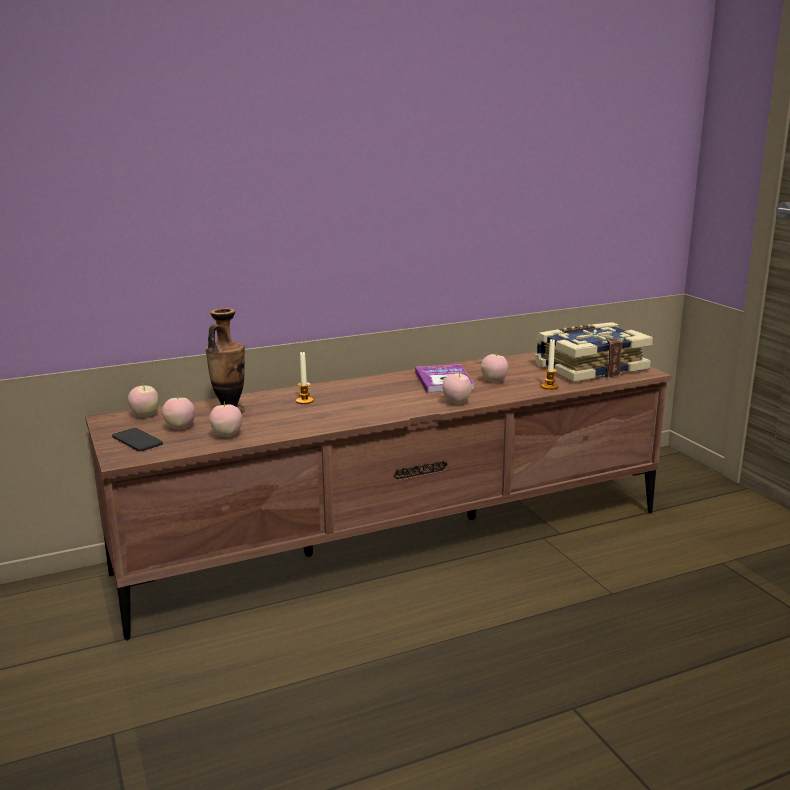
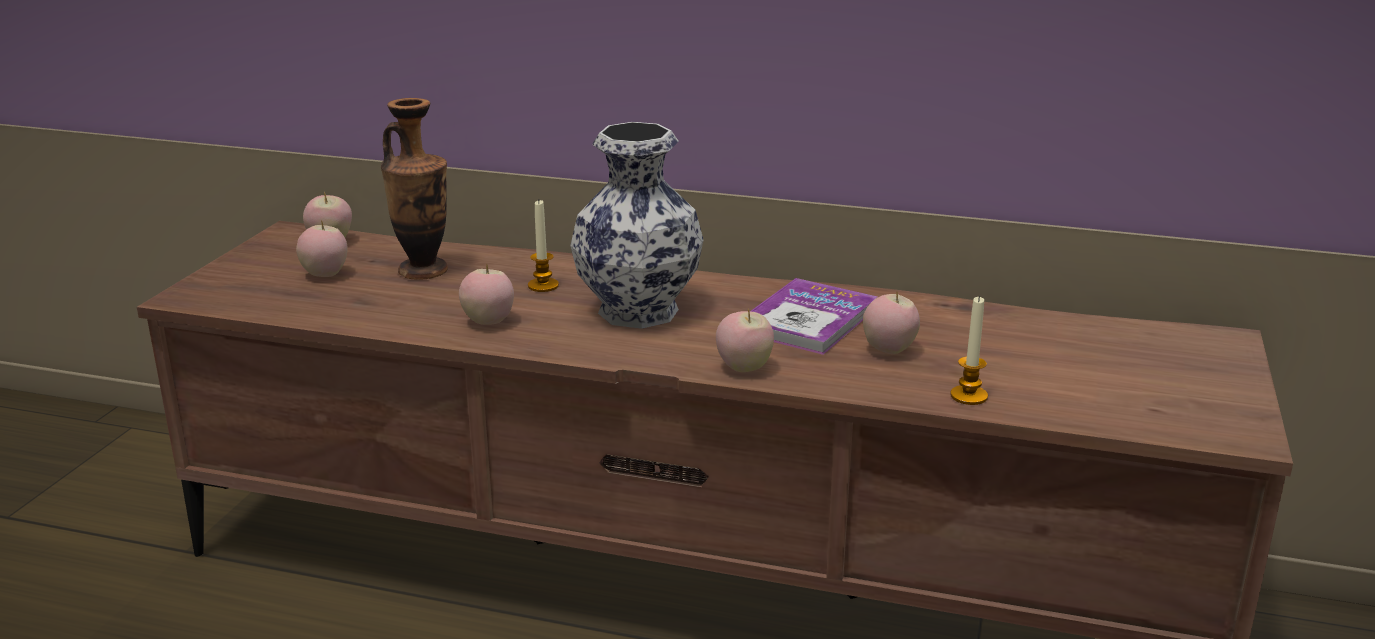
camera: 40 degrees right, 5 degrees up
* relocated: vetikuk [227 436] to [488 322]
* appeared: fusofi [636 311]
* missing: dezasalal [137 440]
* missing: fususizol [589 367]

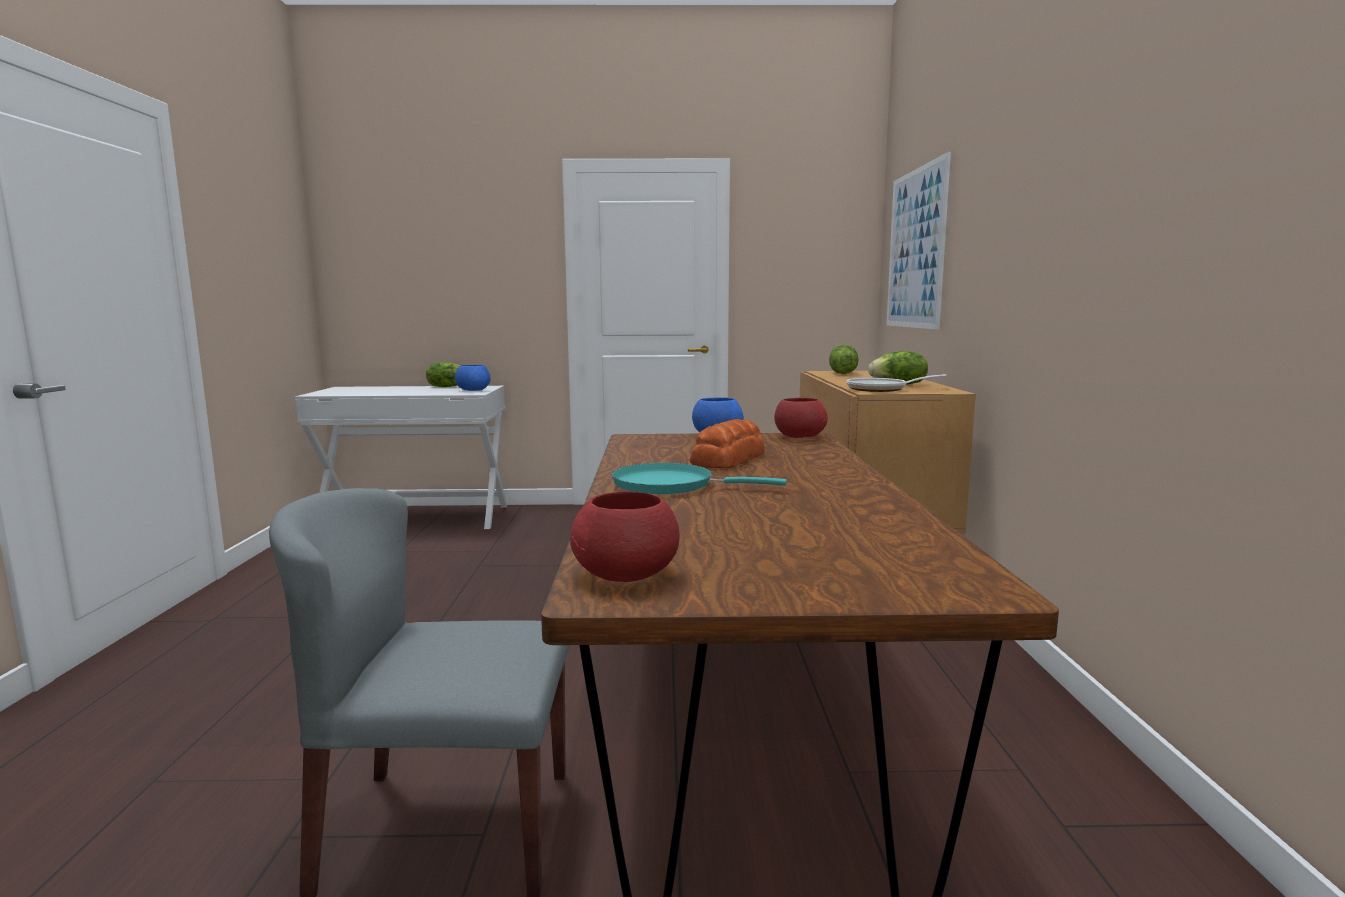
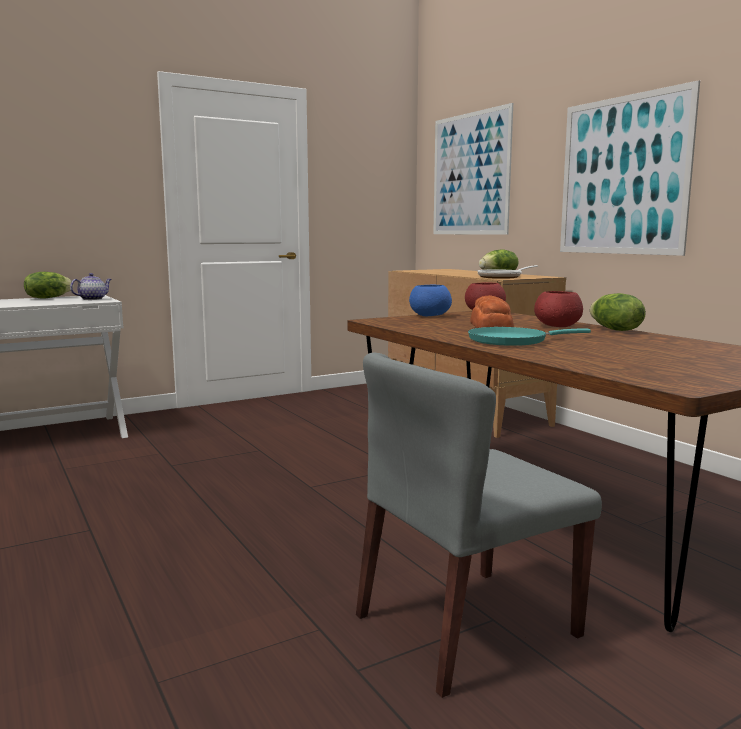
camera: 30 degrees left, 0 degrees up
* exchanged: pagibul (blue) [473 390] to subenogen [93 299]
* relocated: pagibul (red) [627 575] to [558 326]
* appeared: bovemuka [622 176]
* relocated: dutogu [841 373] to [614 330]

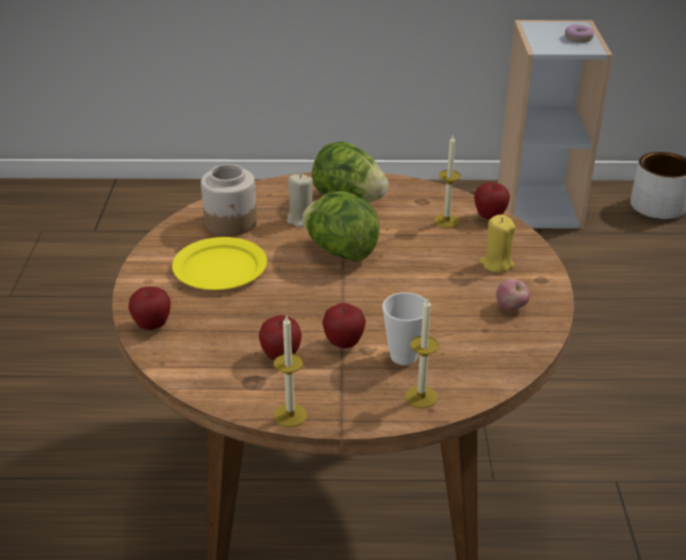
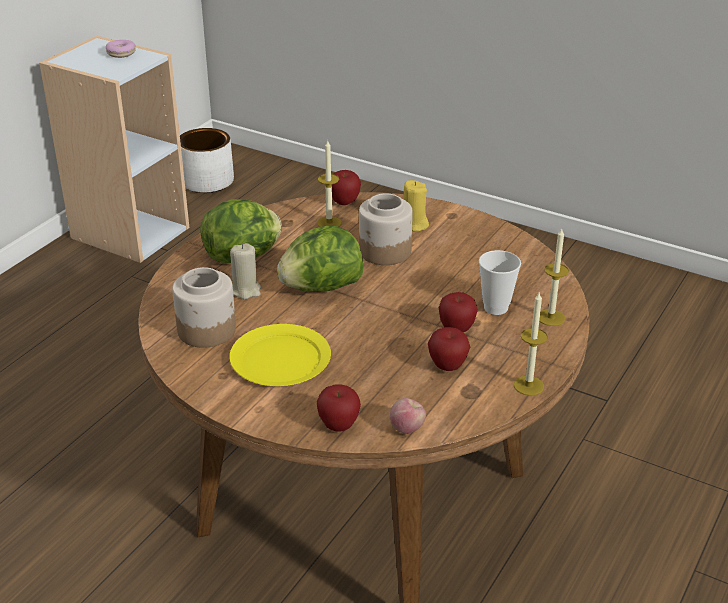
camera: 60 degrees left, 0 degrees up
* appeared: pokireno [385 252]
* relocated: vetikuk [511 307] to [407 428]

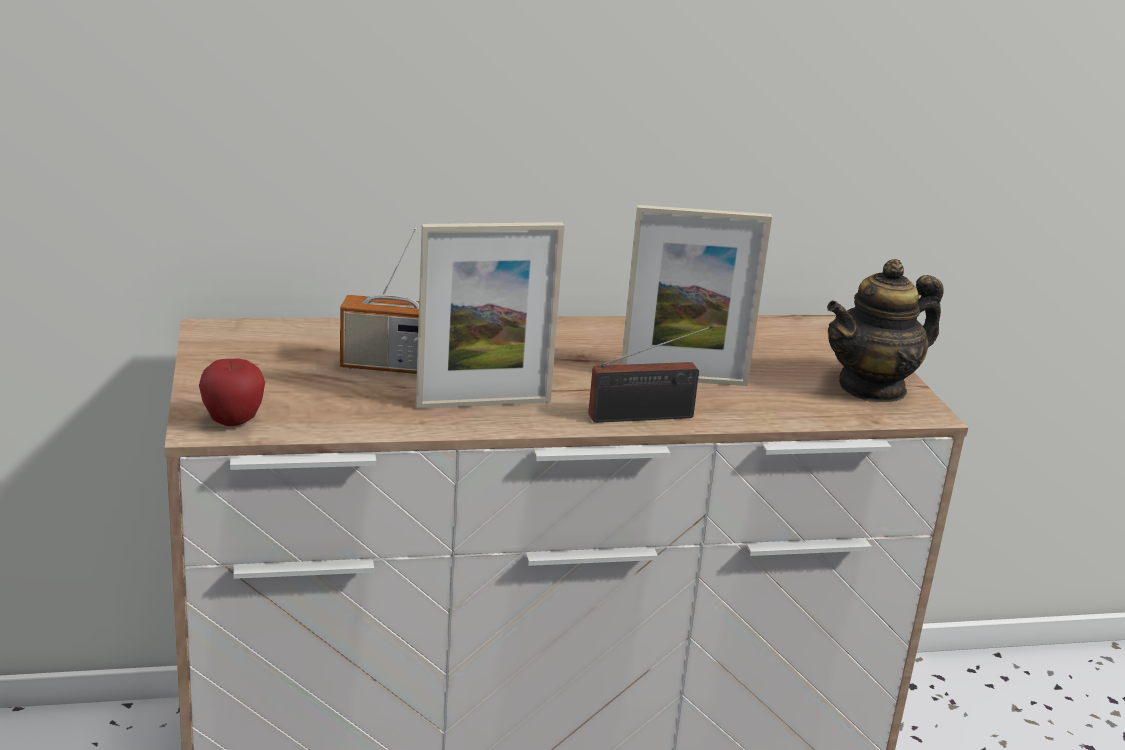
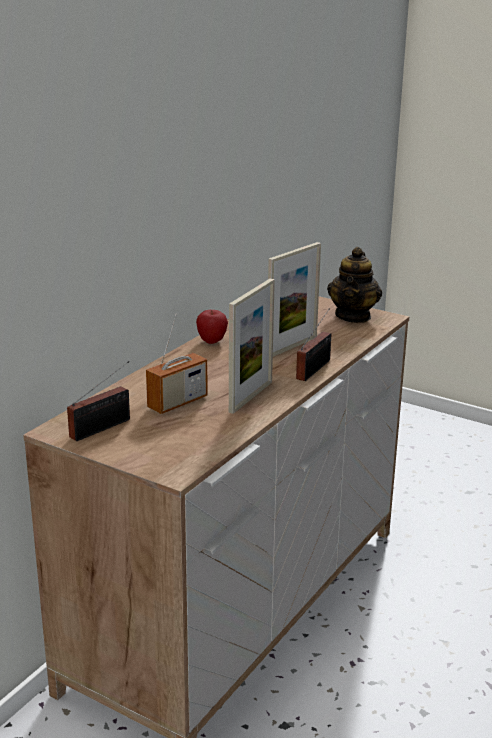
camera: 45 degrees left, 0 degrees up
* appeared: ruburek [104 427]
* relocated: vetikuk [233 422] to [212 341]

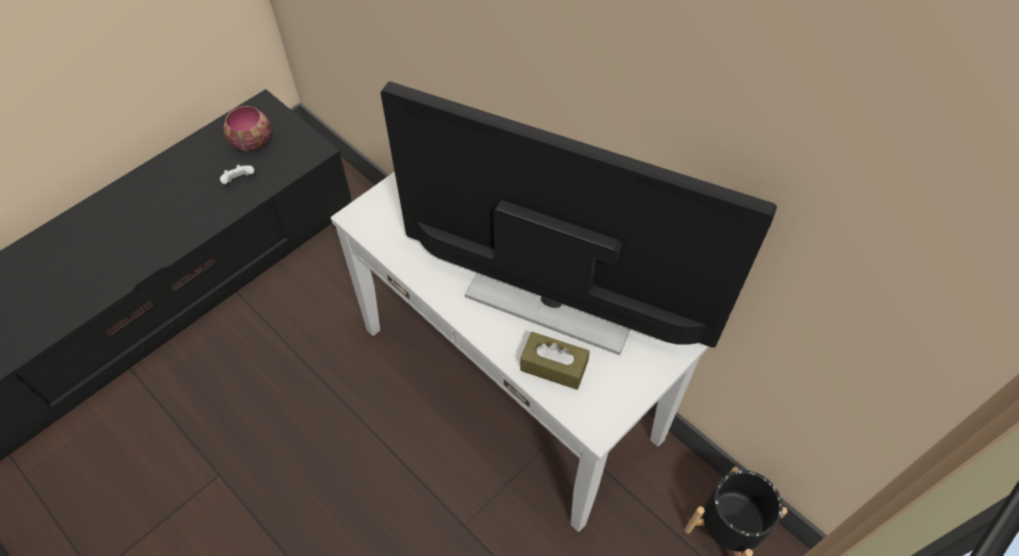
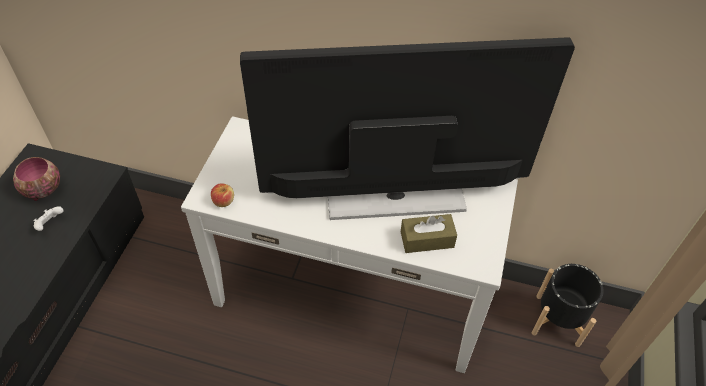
camera: 30 degrees left, 5 degrees down
* appeared: vetikuk [223 201]

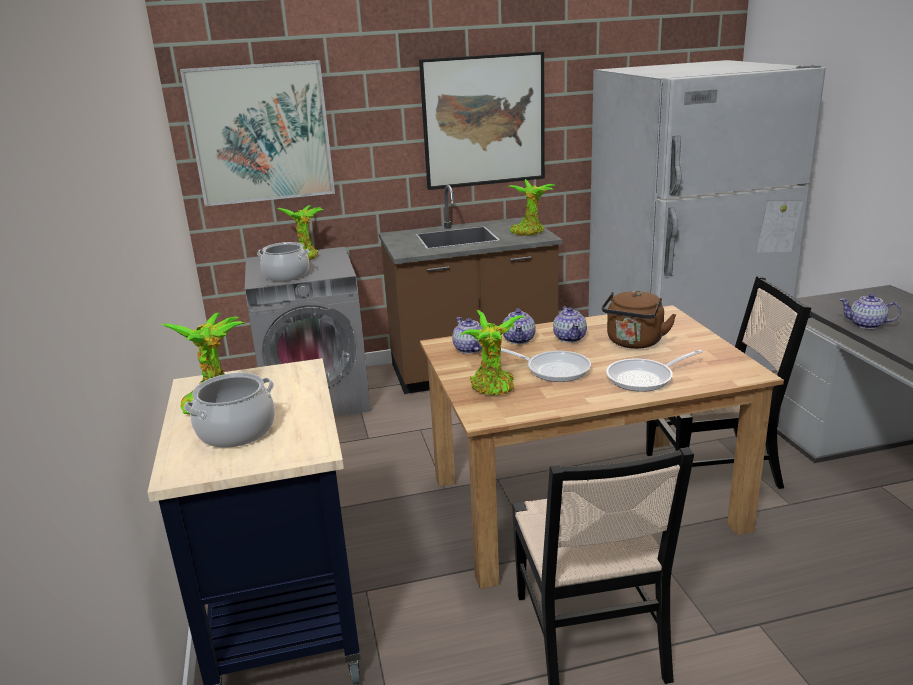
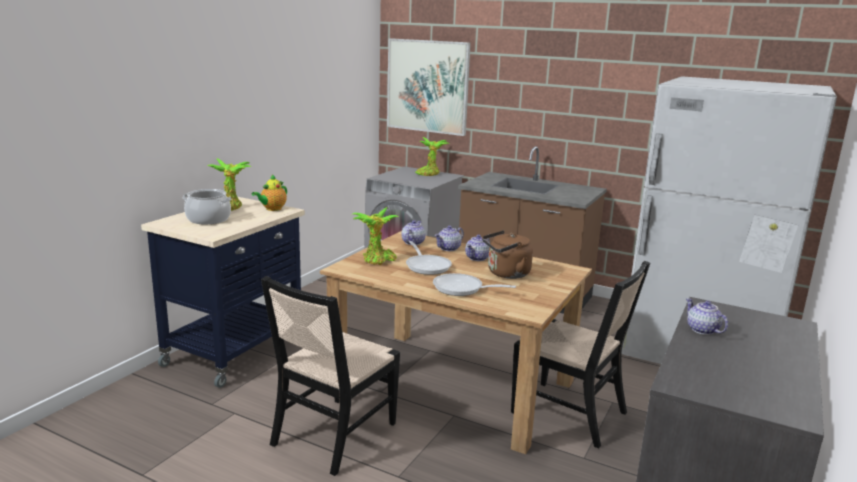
camera: 40 degrees right, 5 degrees down
* appeared: subenogen [272 209]
* missing: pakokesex [286 275]
* missing: bovemuka [483 121]
* missing: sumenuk [529 232]

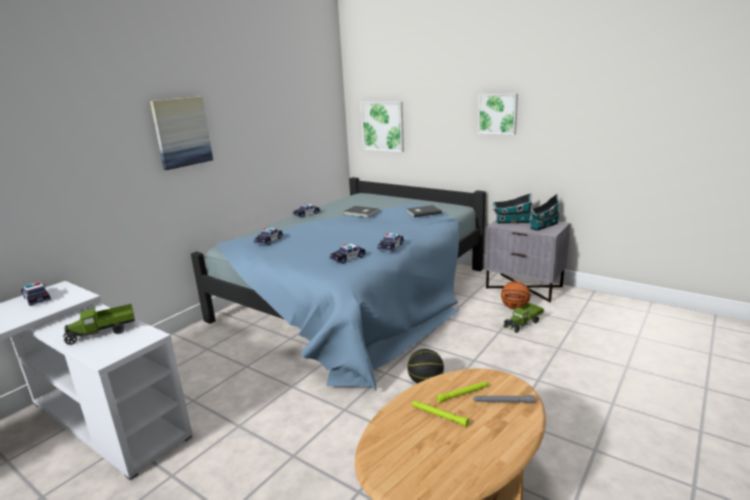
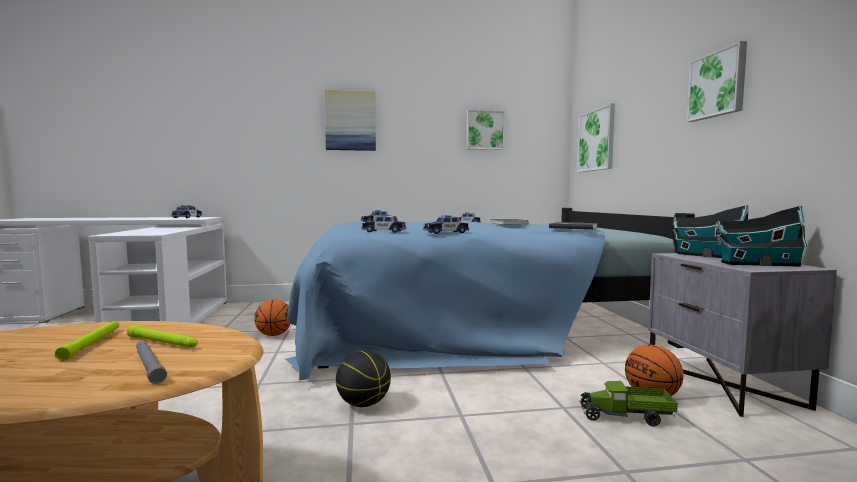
camera: 45 degrees right, 15 degrees down
* appeared: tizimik [274 335]
* appeared: bovemuka [485 130]
* missing: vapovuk [102 332]

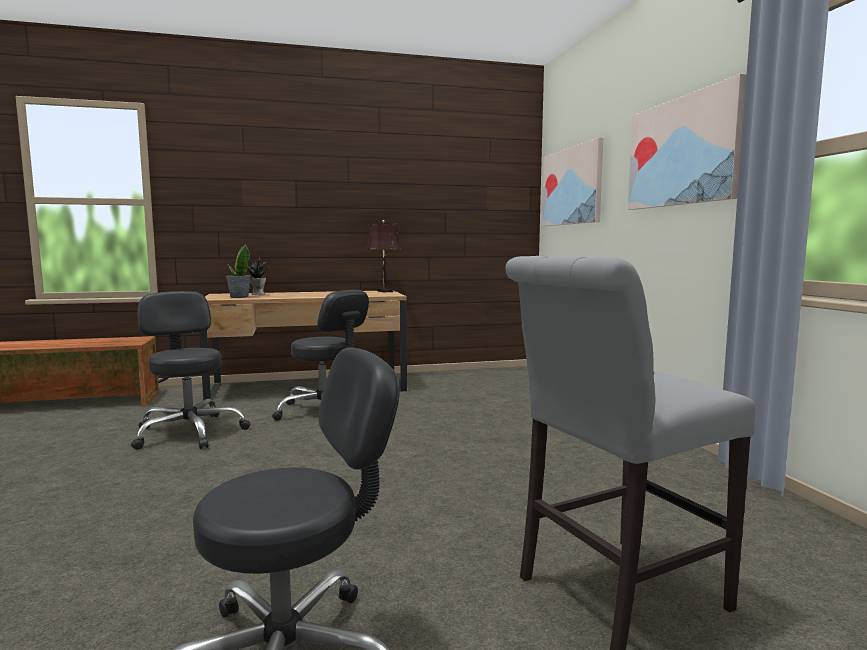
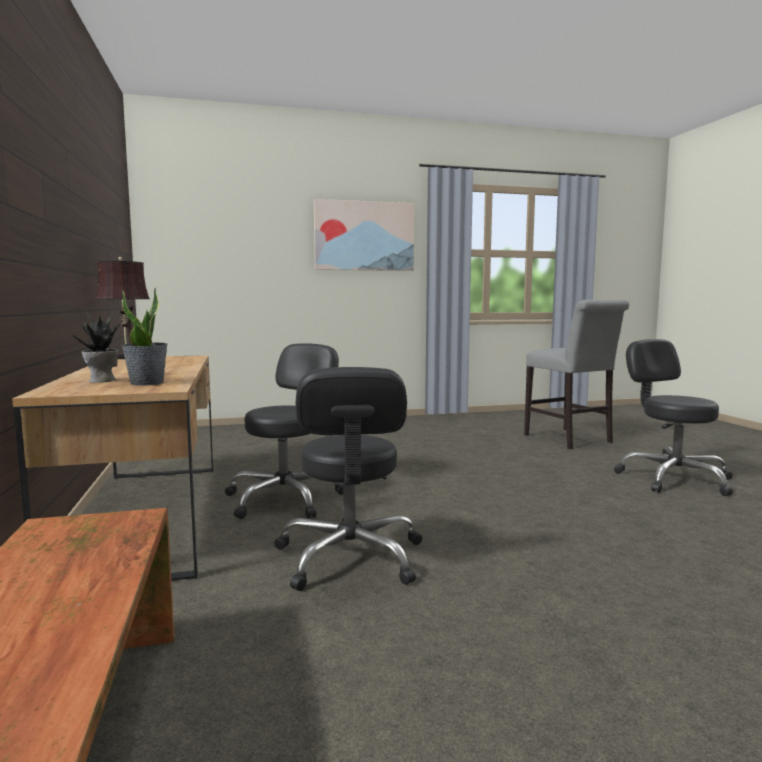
camera: 90 degrees left, 0 degrees up
* spun: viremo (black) [188 431] = [350 561] 60 degrees counterclockwise
* missing: bovemuka [572 186]

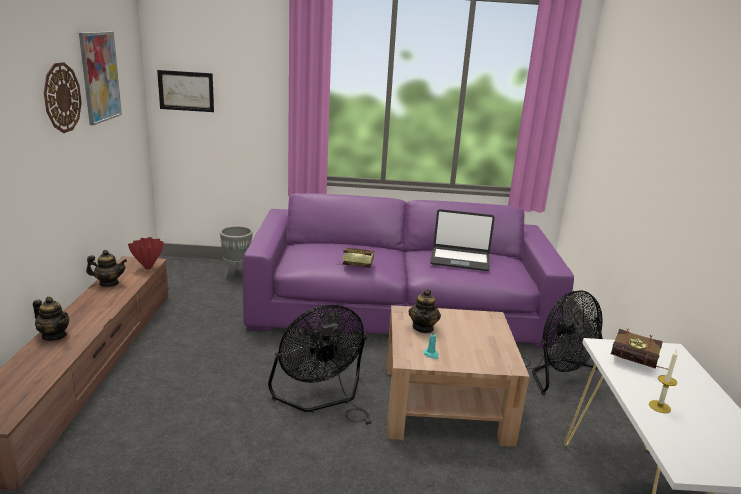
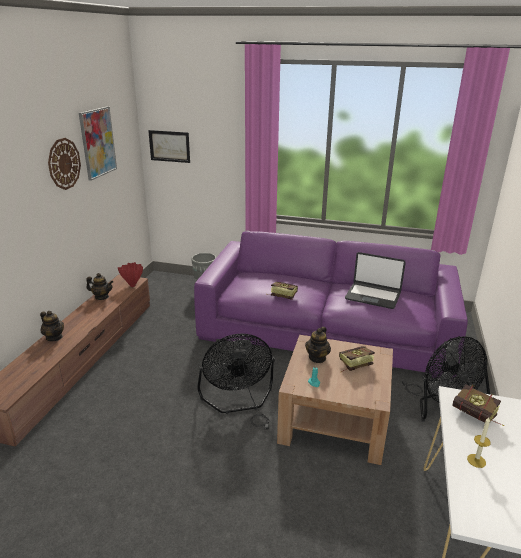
camera: 15 degrees right, 5 degrees up
* appeared: fususizol [352 365]

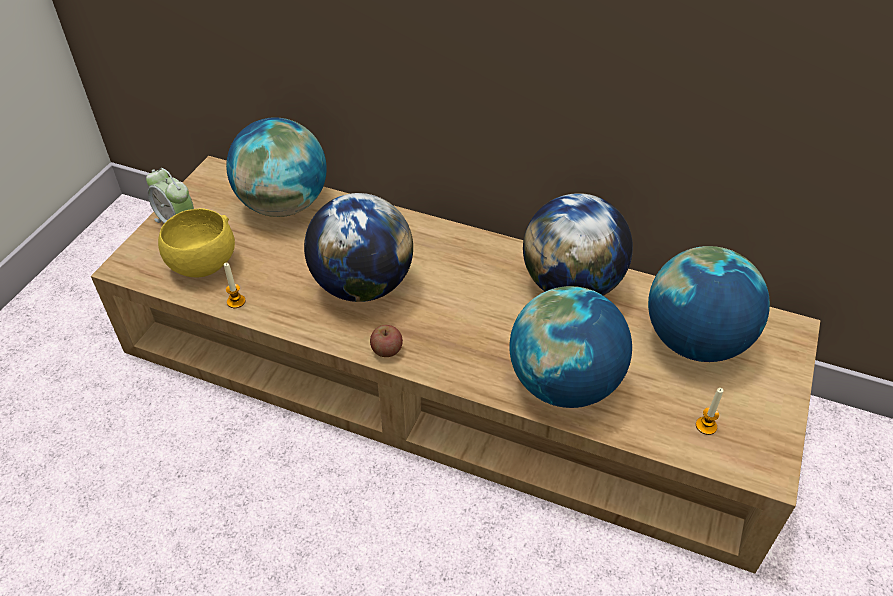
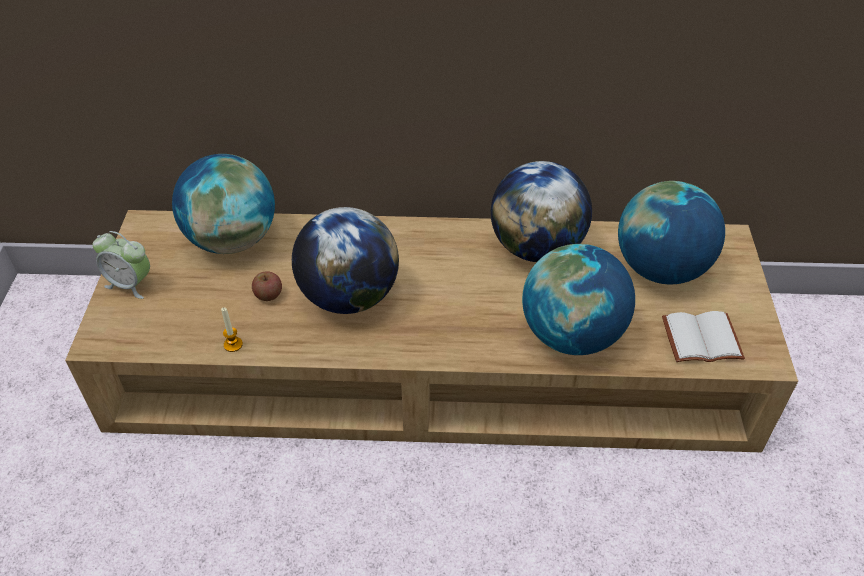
camera: 20 degrees left, 0 degrees up
* relocated: vetikuk [387 350] to [268 295]
* exchanged: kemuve [706 426] to fususizol (white) [702 337]
* missing: pagibul (yellow) [201 265]

